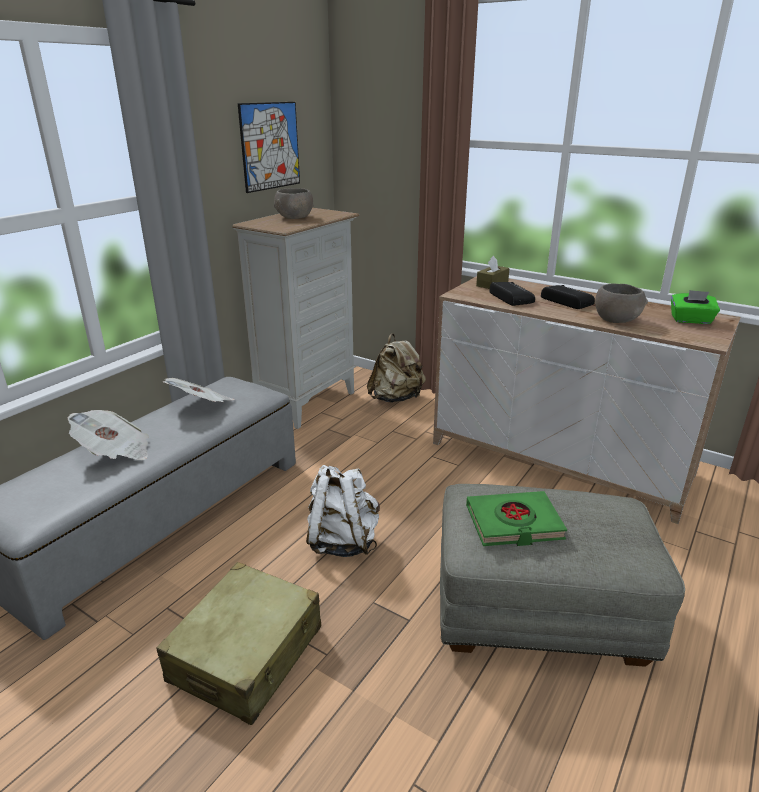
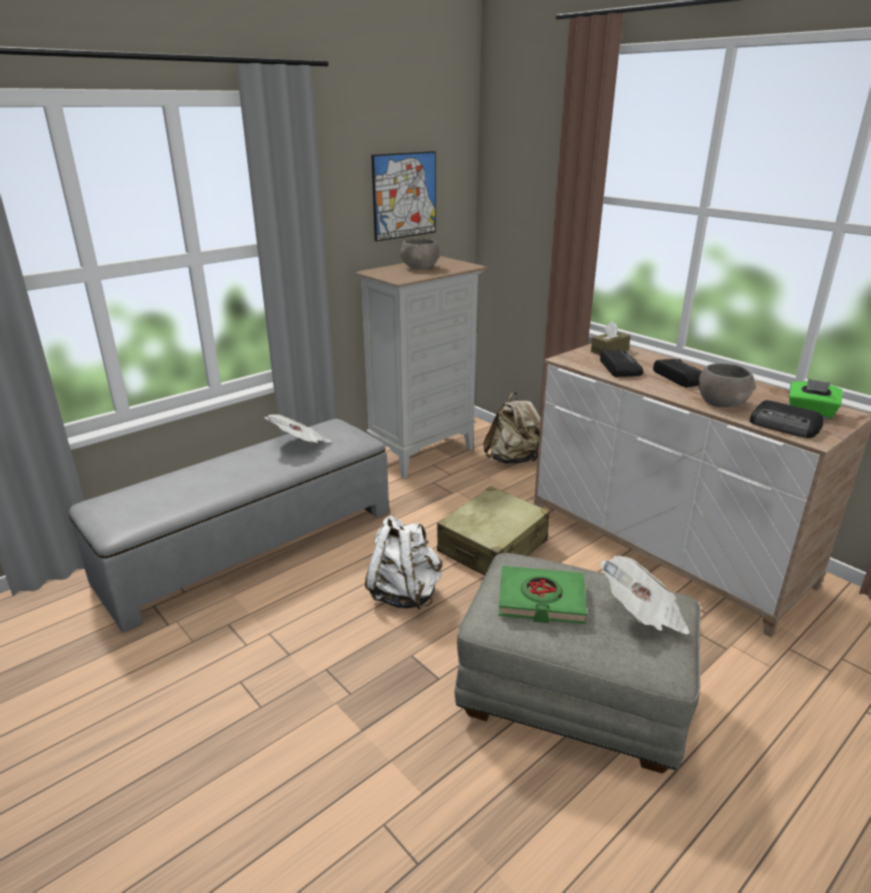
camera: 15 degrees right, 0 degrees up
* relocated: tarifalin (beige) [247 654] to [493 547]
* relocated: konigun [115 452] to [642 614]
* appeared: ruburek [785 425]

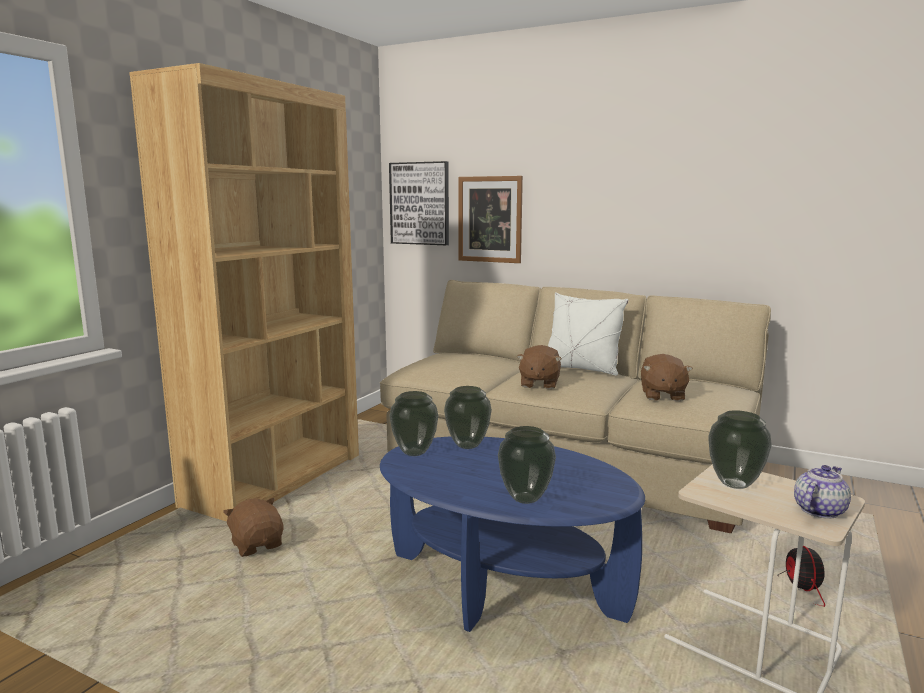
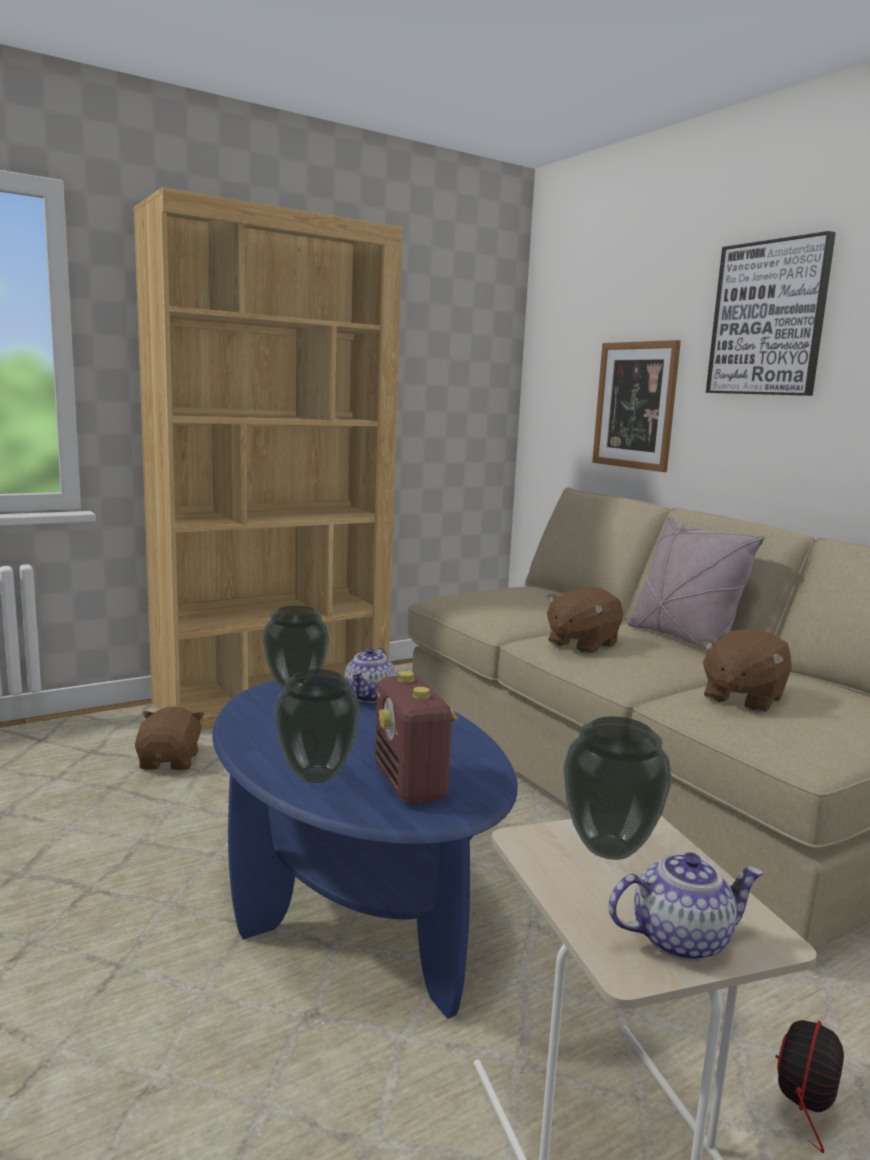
camera: 30 degrees right, 0 degrees up
* exchanged: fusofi [468 445] to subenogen [370 696]
* appeared: ruburek [410 784]
* colour: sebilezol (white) [582 369] to sebilezol (purple) [682 639]
* relocated: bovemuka [420 203] to [768 319]

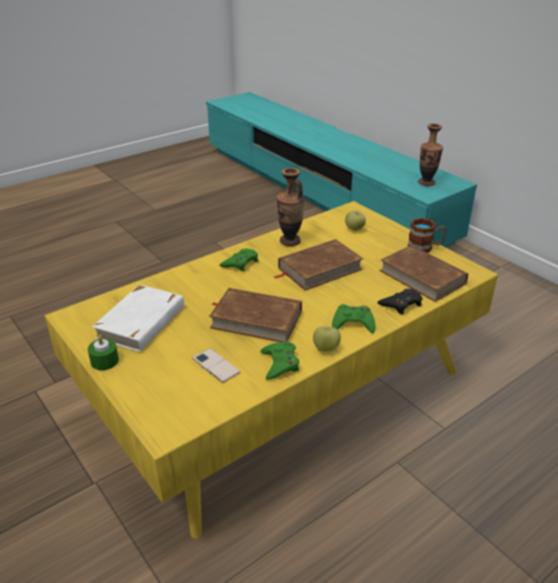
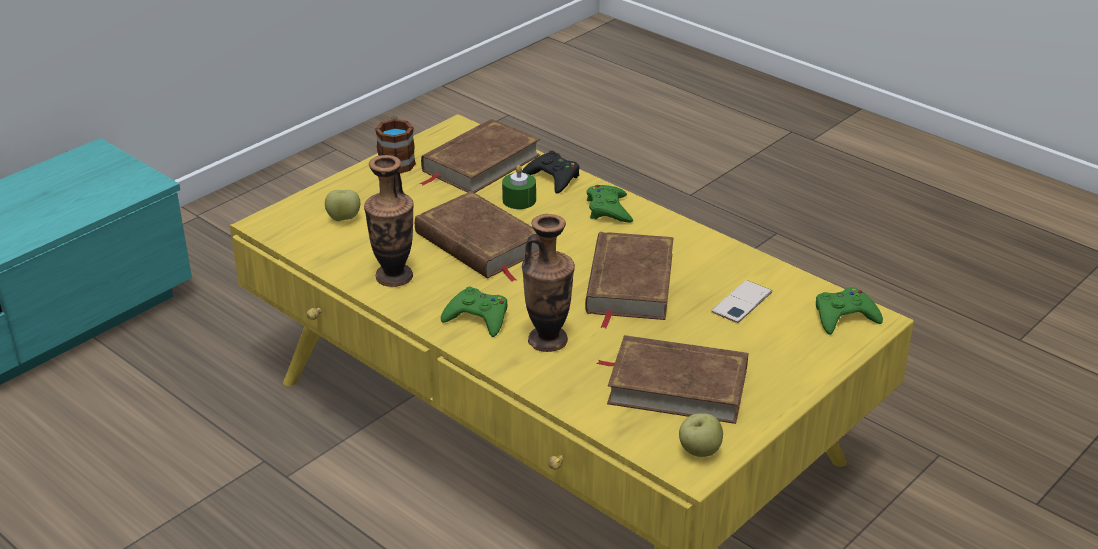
camera: 100 degrees left, 0 degrees up
* relocated: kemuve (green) [104 361] to [519 200]
* relocated: fusofi [426 183] to [548 340]
* colour: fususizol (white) [142 322] to fususizol (brown) [677 386]
* relocated: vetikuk [326 348] to [699 451]
* relocated: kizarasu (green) [280 364] to [844 316]

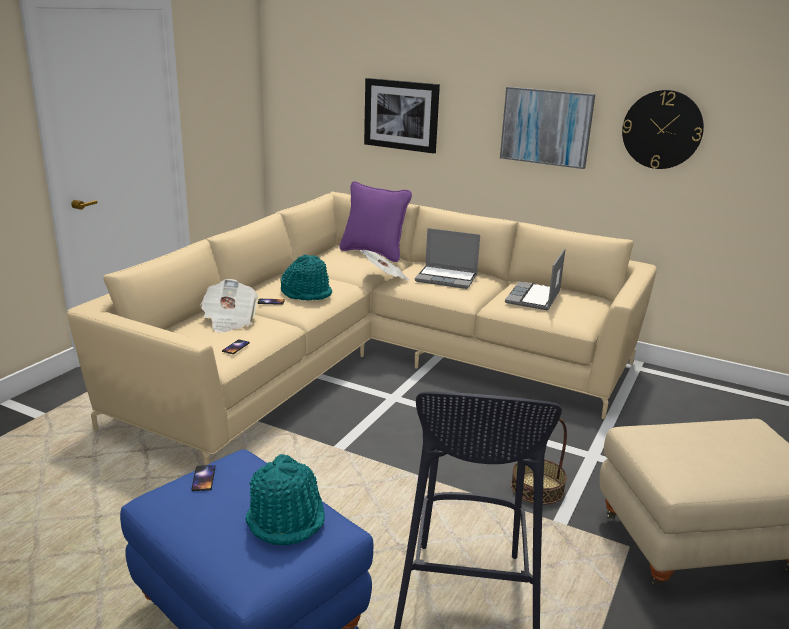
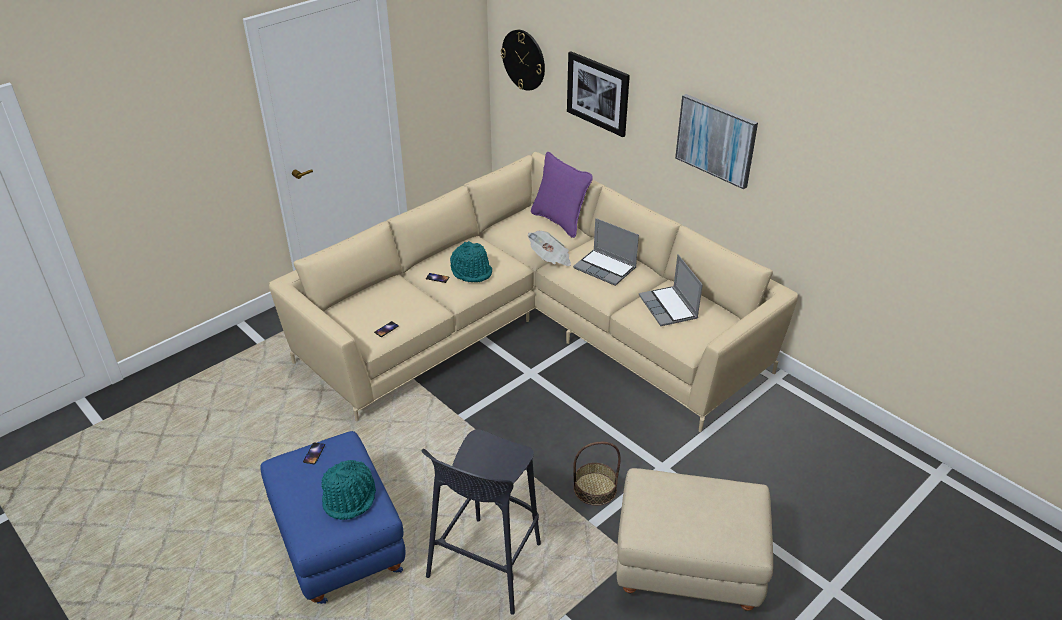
camera: 20 degrees right, 15 degrees up
* relocated: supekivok [662 129] to [524 60]
* spun: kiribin [534 298] = [669 308] 60 degrees counterclockwise
* missing: konigun [229 320]

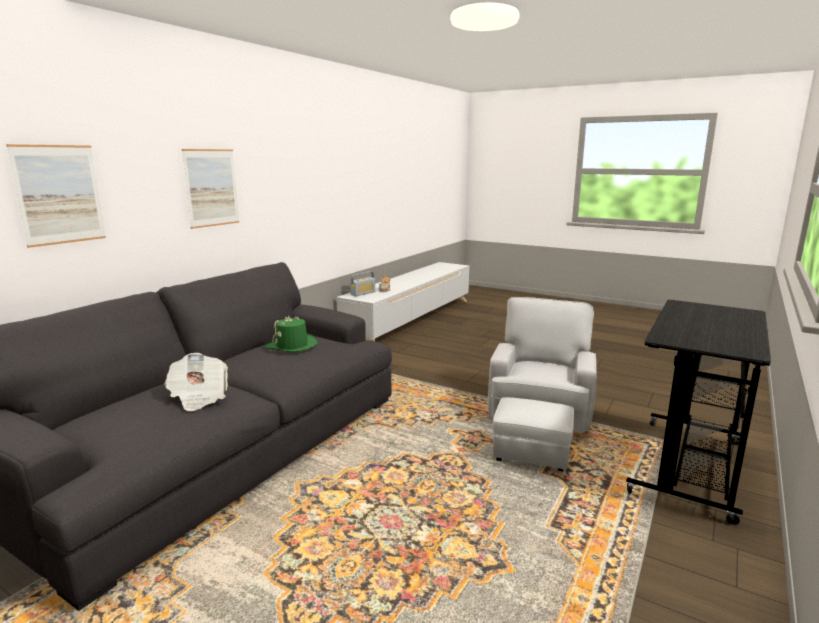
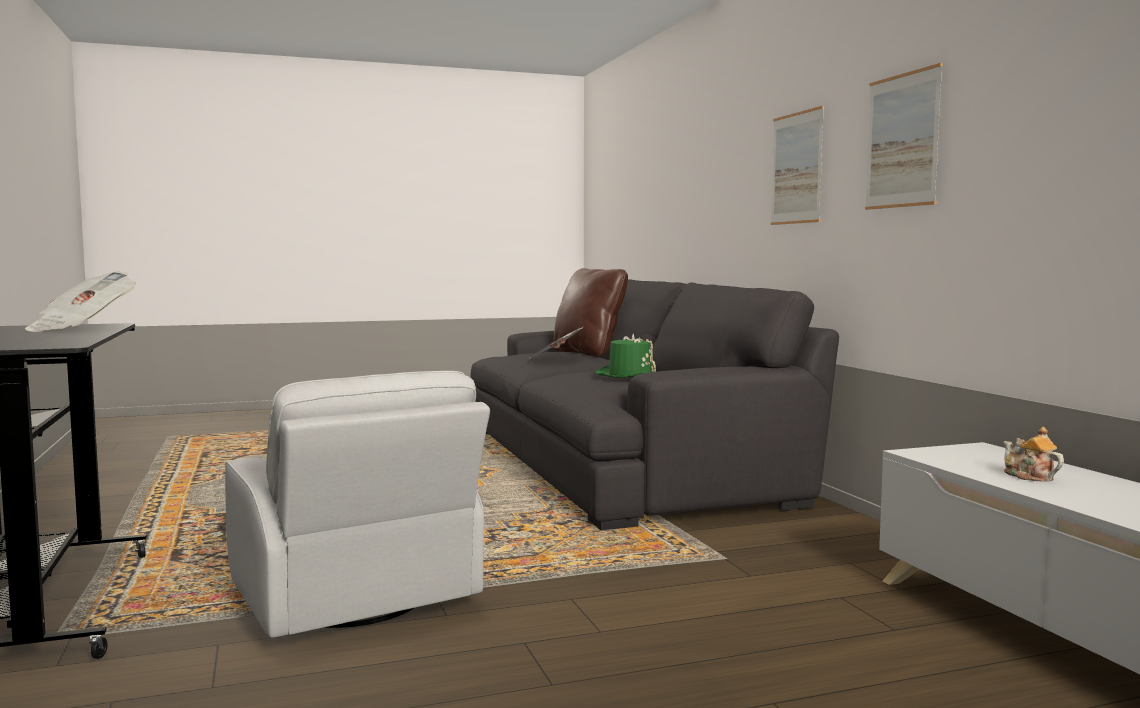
camera: 130 degrees right, 10 degrees down
* appeared: konigun [82 328]
* appeared: sebilezol (brown) [589 353]
* relocated: bovemuka [59 194] to [902 140]
* missing: ruburek [363 293]

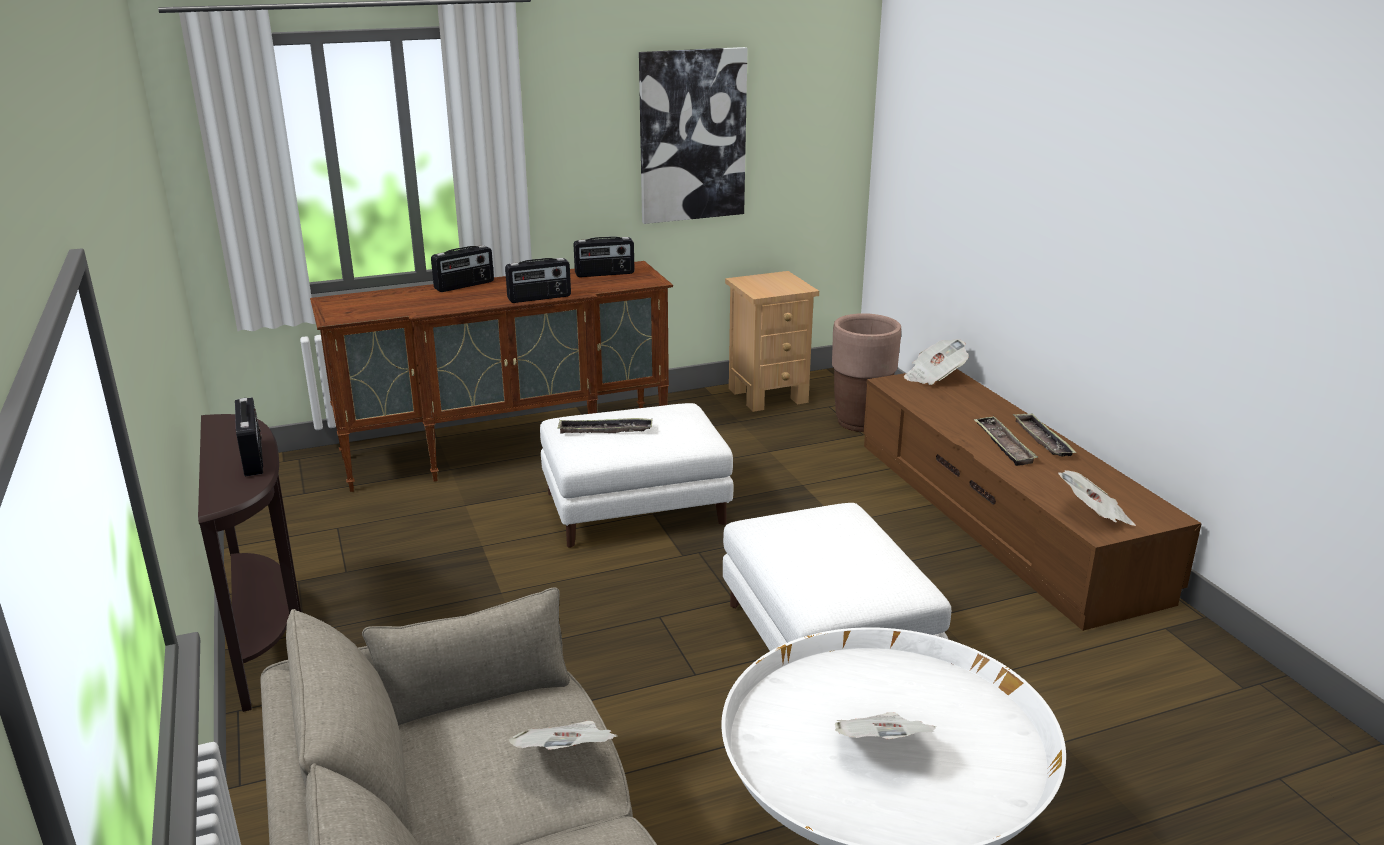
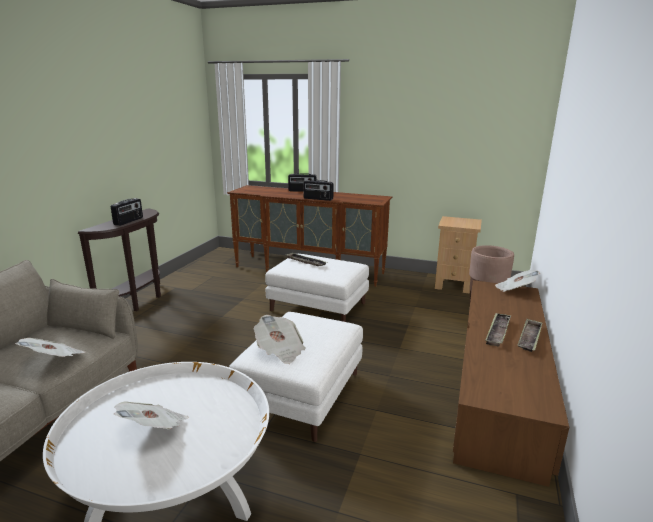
camera: 40 degrees right, 5 degrees down
* relocated: konigun [1094 516] to [280 351]
* missing: ruburek [604 274]
* missing: bovemuka [692 135]

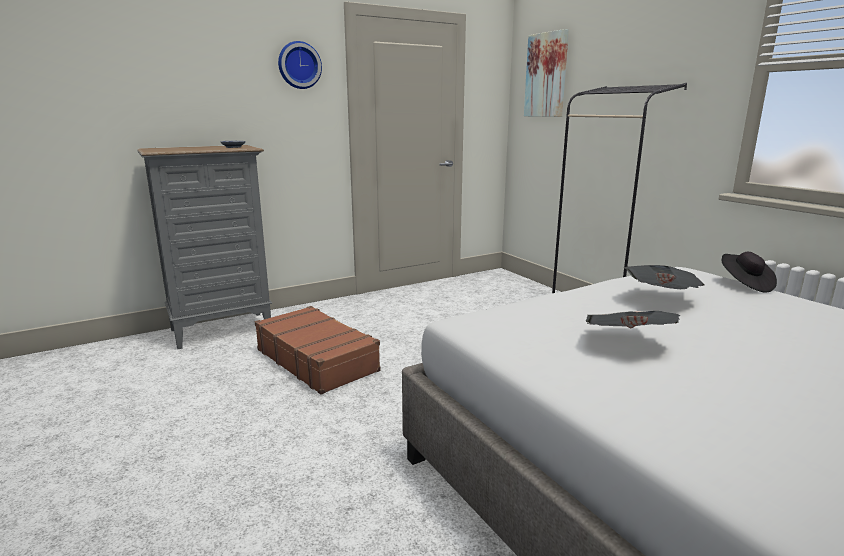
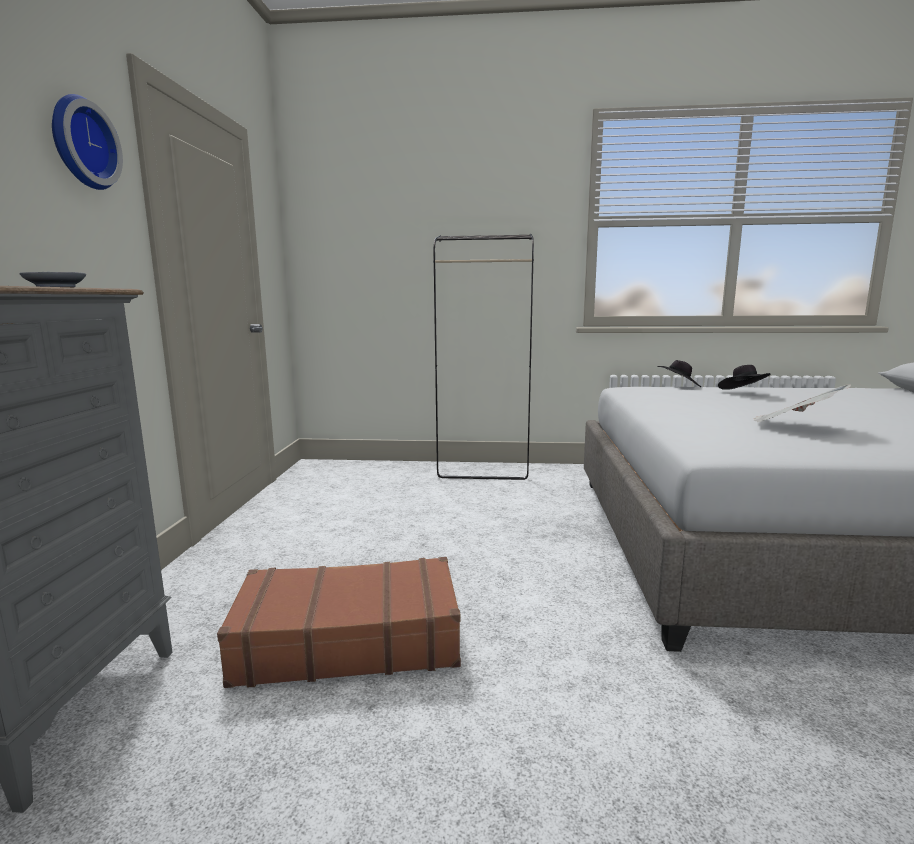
camera: 55 degrees left, 5 degrees down
* appeared: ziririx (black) [743 392]
* missing: bovemuka [546 75]
* missing: konigun [661 297]

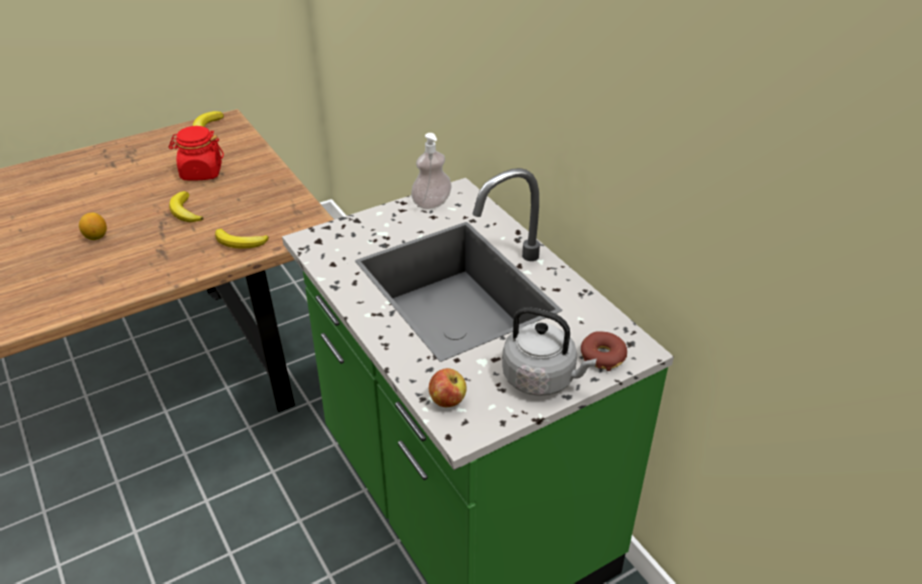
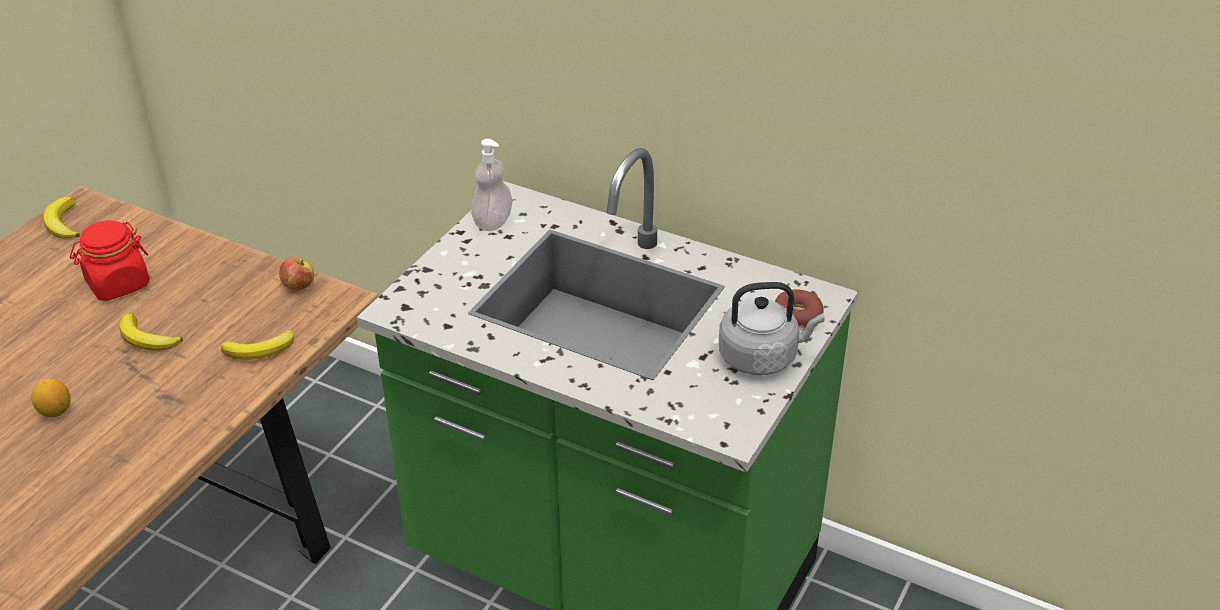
camera: 30 degrees left, 0 degrees up
* relocated: vetikuk [447 400] to [299 286]

